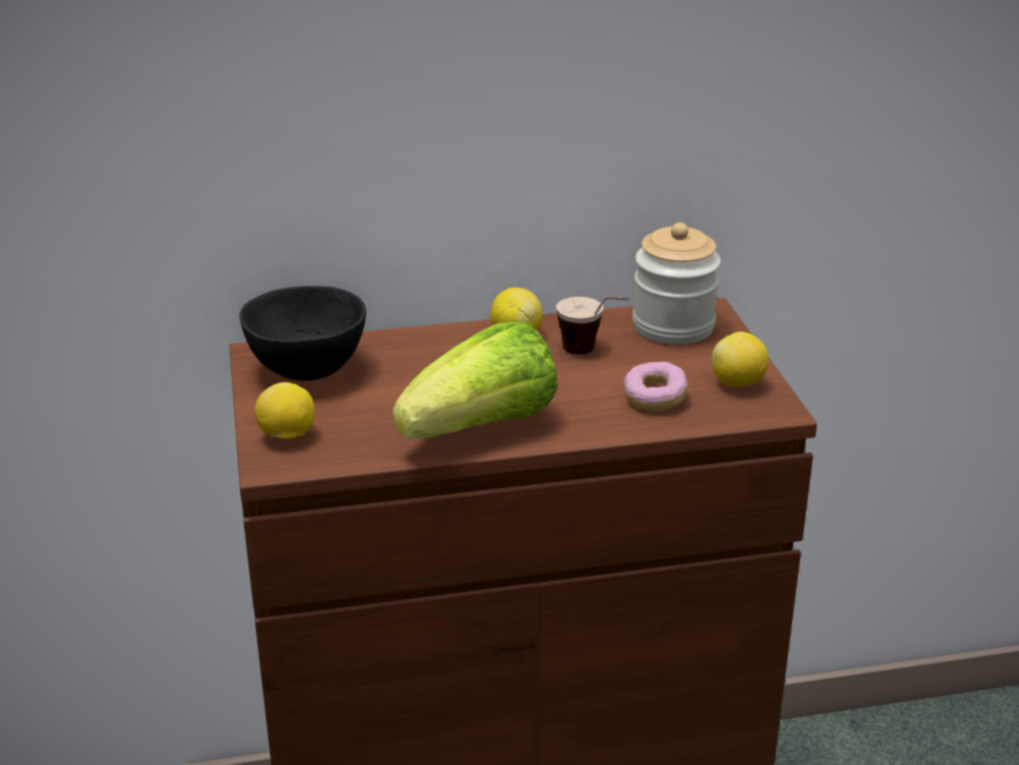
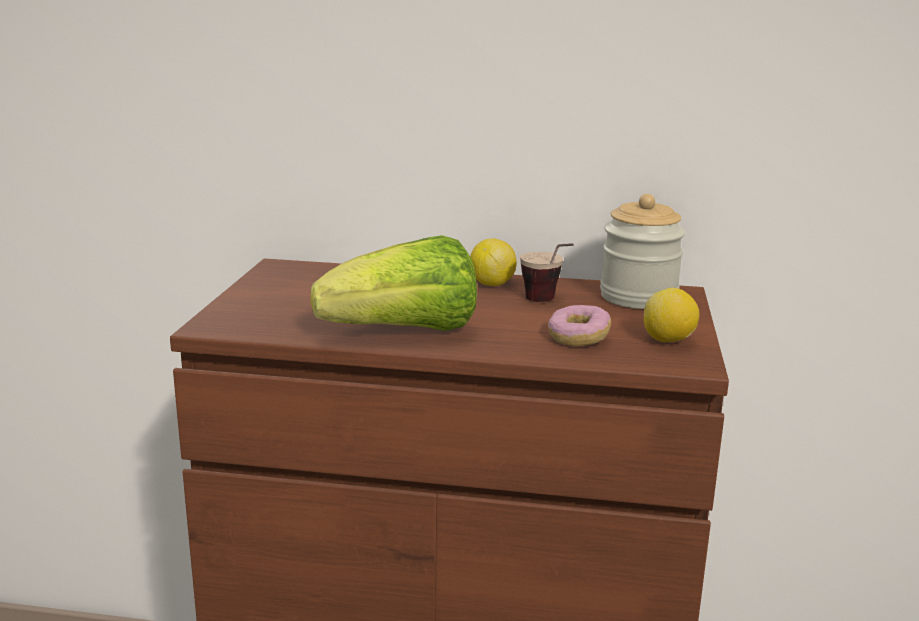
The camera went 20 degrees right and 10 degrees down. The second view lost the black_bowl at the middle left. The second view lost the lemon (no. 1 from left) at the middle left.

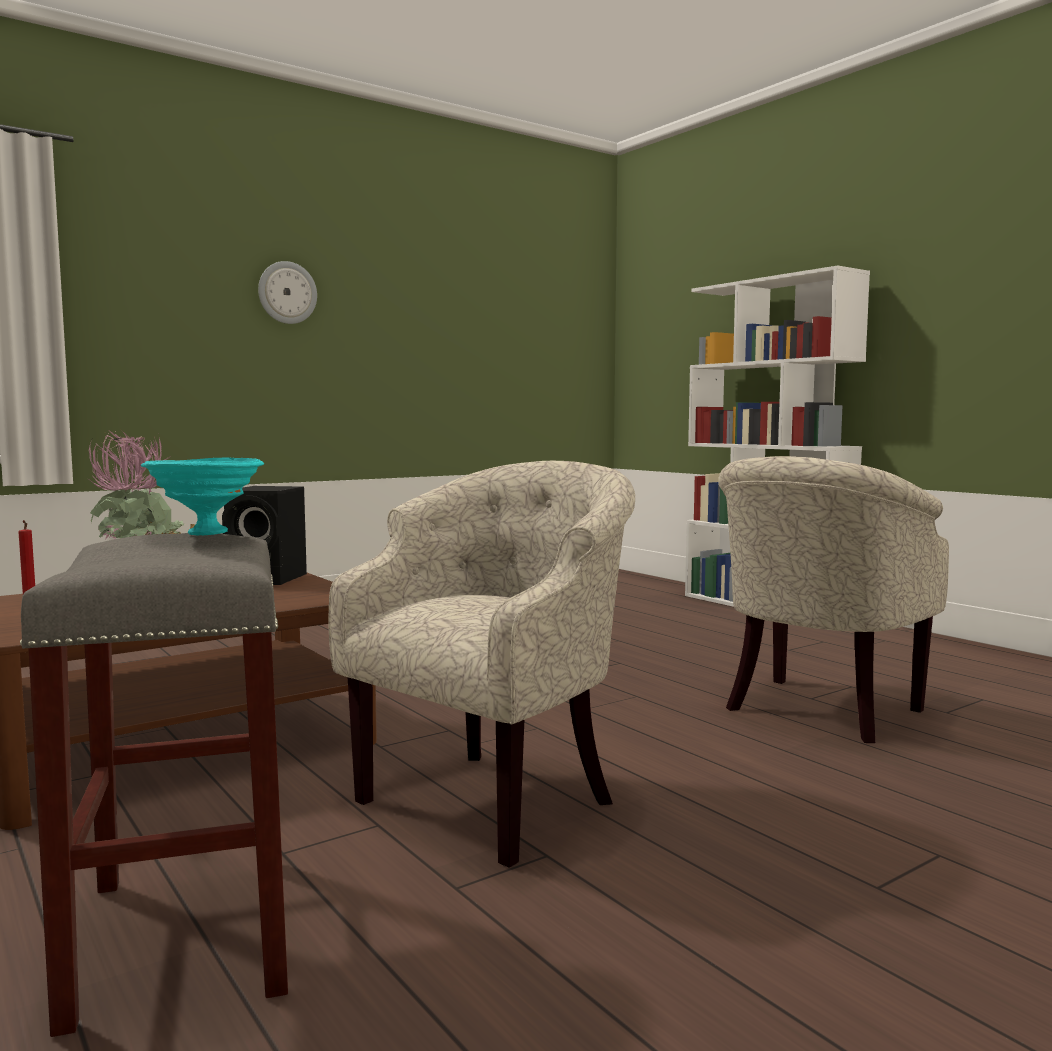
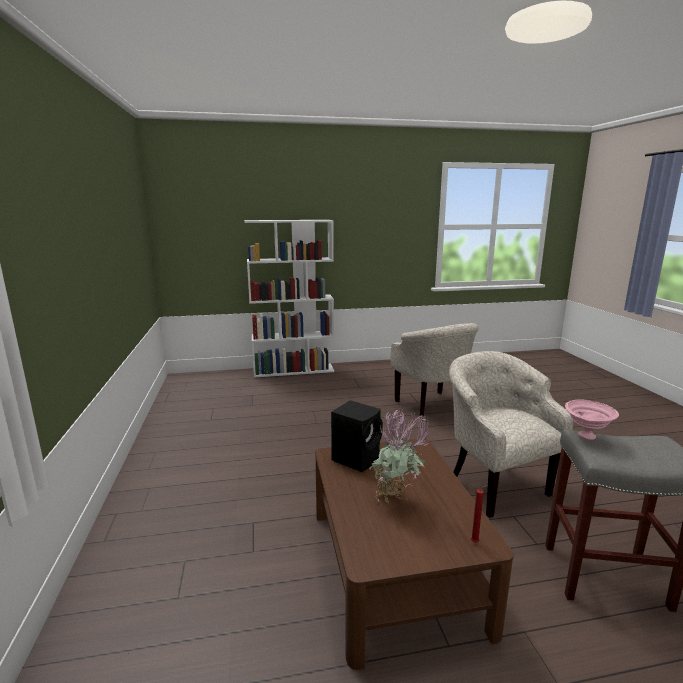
The camera went 65 degrees left and 10 degrees up. What was the turquoise_bowl at the middle left turned into the pink_bowl at the middle right. The second view lost the wall_clock at the top left.

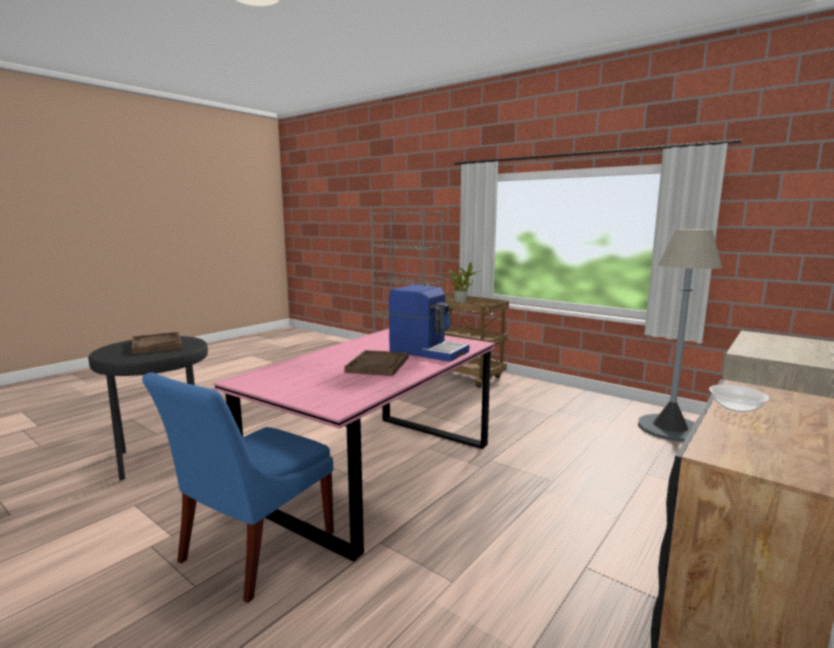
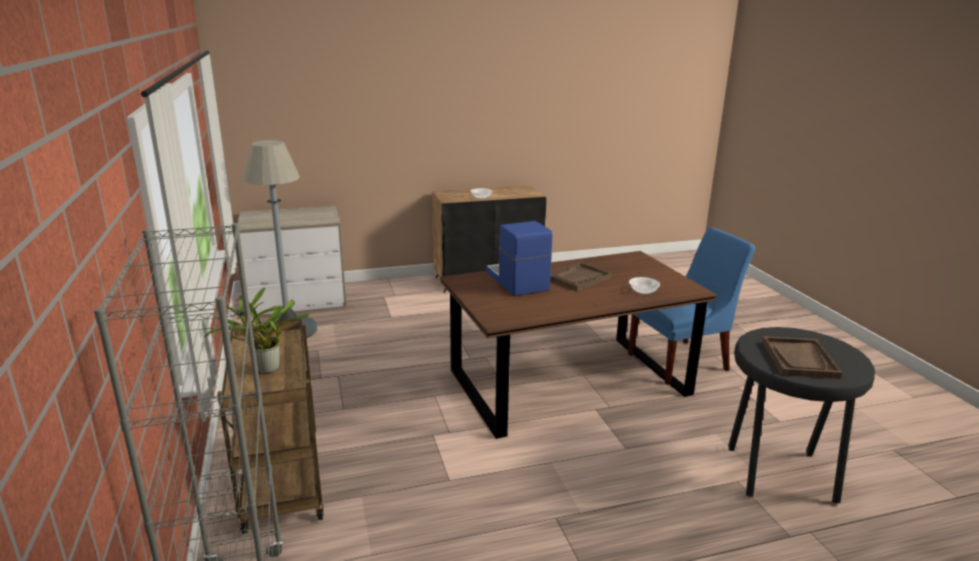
The camera went 145 degrees left and 10 degrees up. What was the pink_dining_table at the bottom centre turned into the brown_dining_table at the centre. The second view gained the bowl (no. 2 from left) at the centre.

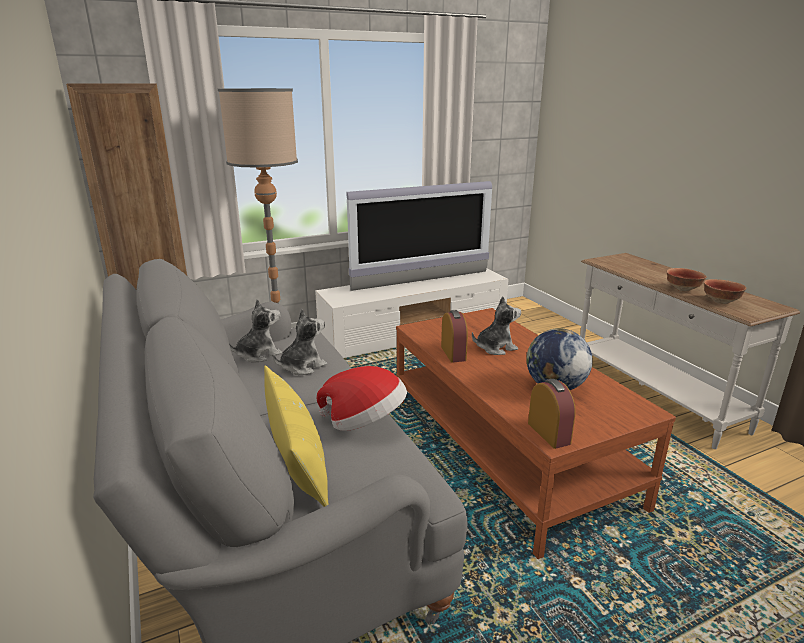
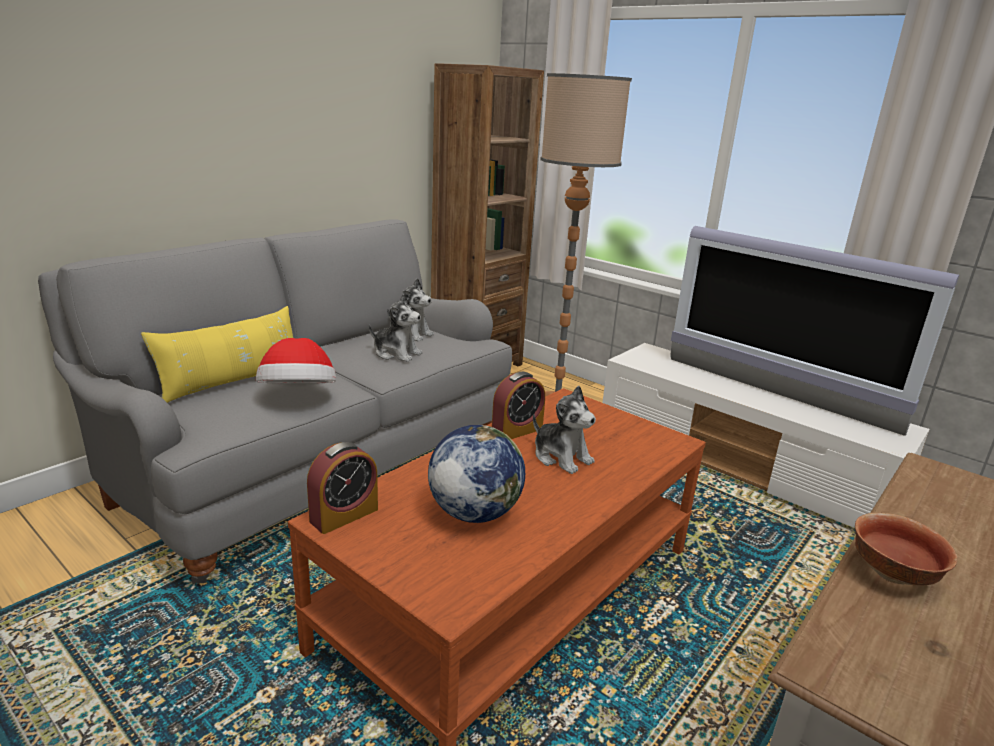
The camera went 65 degrees right and 0 degrees up. The second view lost the bowl (no. 2 from left) at the middle right.

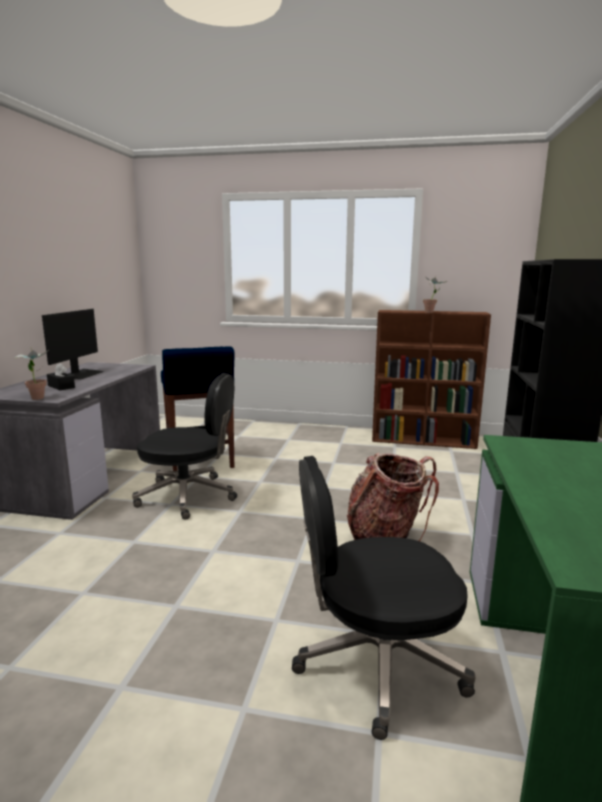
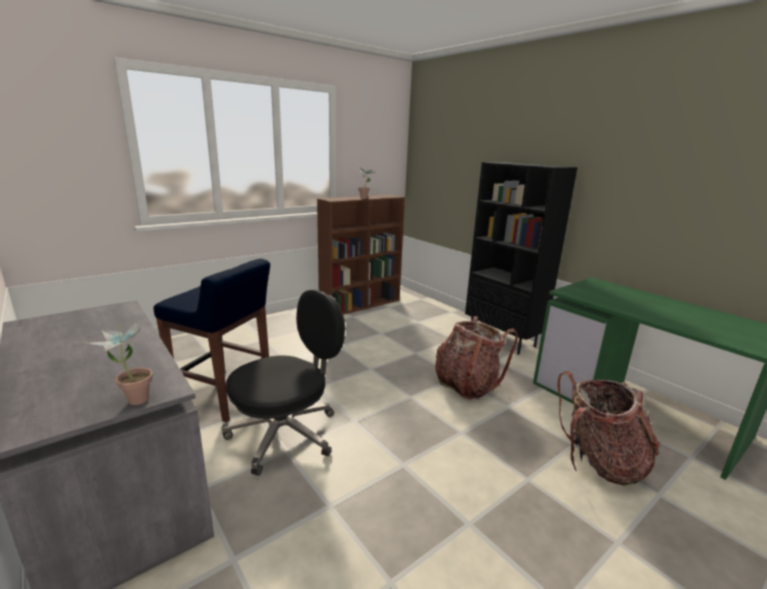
The camera went 50 degrees left and 5 degrees up. The second view lost the monitor at the middle left. The second view lost the black_tissue_box at the middle left. Where the black_office_chair (no. 2 from left) stood at the bottom centre, the backpack (no. 2 from left) came to stand at the bottom right.

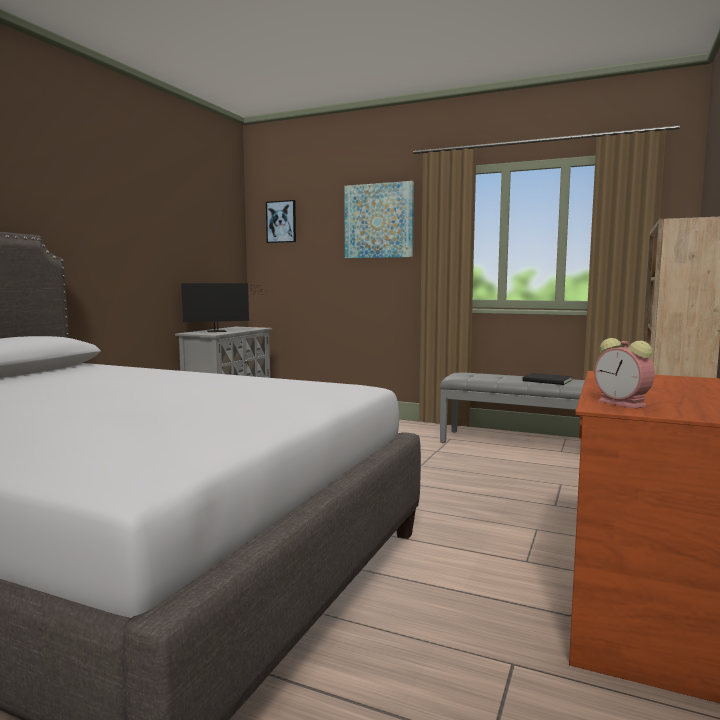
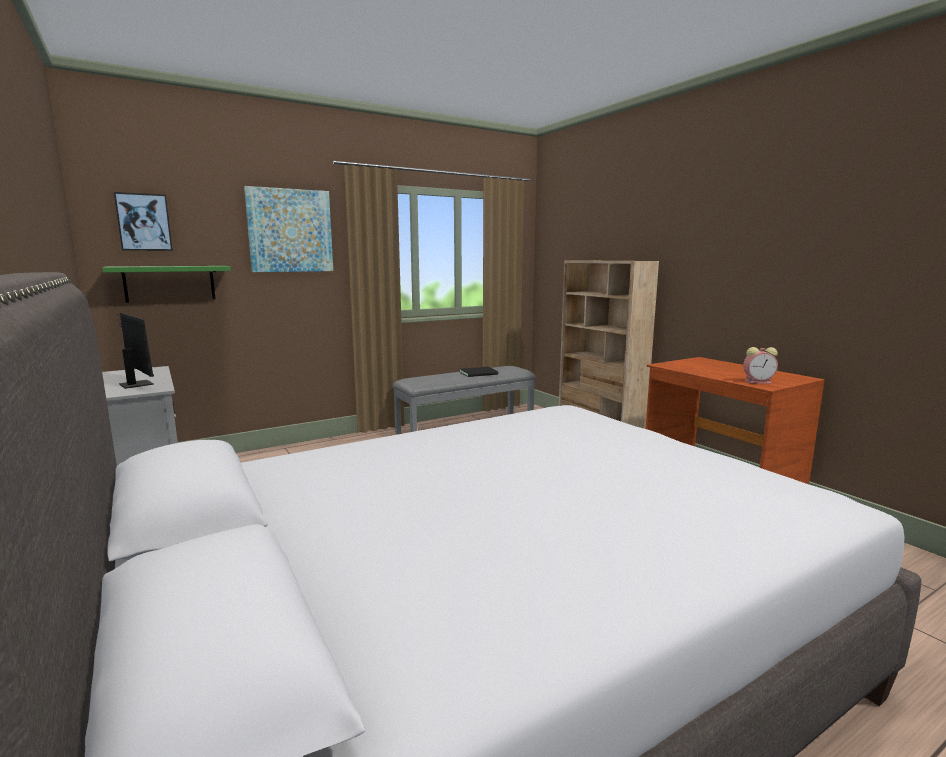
The camera went 55 degrees left and 5 degrees up. The monitor at the middle left ended up facing another way, 60 degrees counterclockwise from before. The second view gained the green_shelf at the middle left.

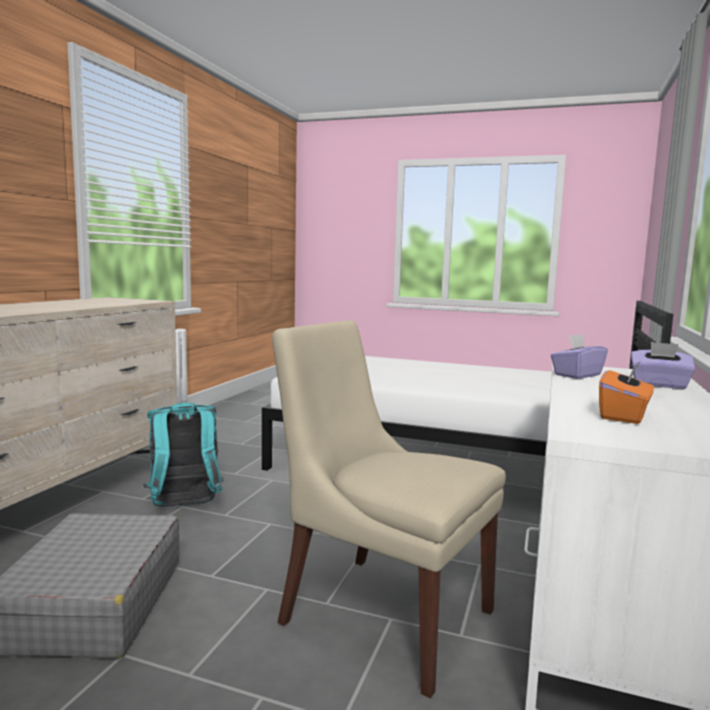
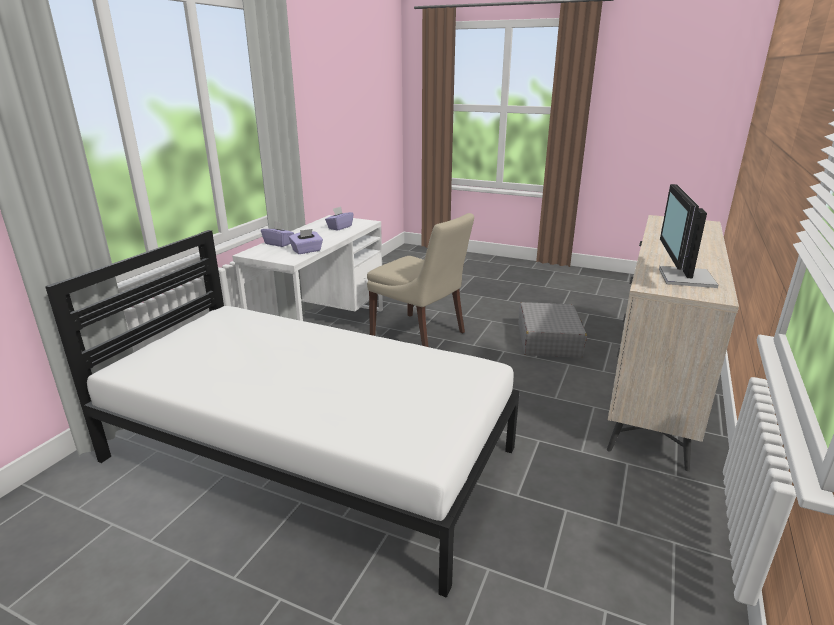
The camera went 175 degrees left and 15 degrees up. The second view lost the turquoise_backpack at the middle left. What was the orange_tissue_box at the middle right turned into the purple_tissue_box (no. 3 from left) at the centre. The second view gained the monitor at the middle right.

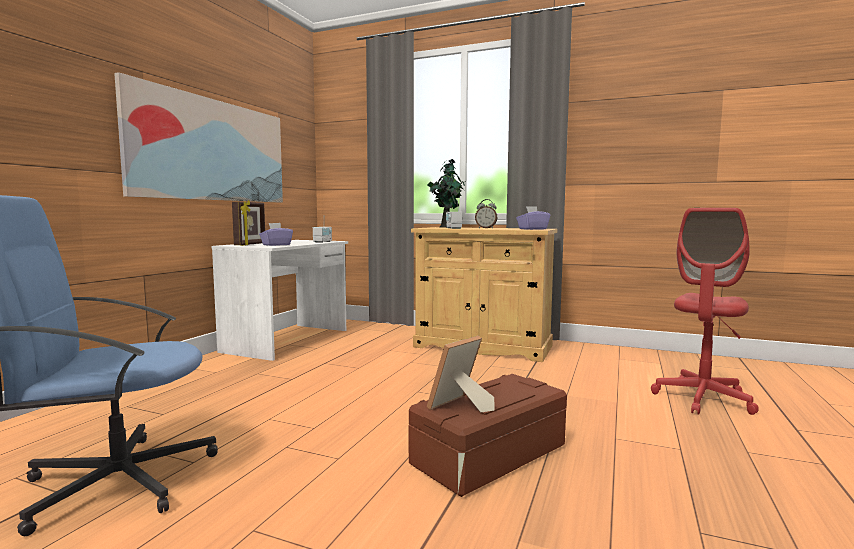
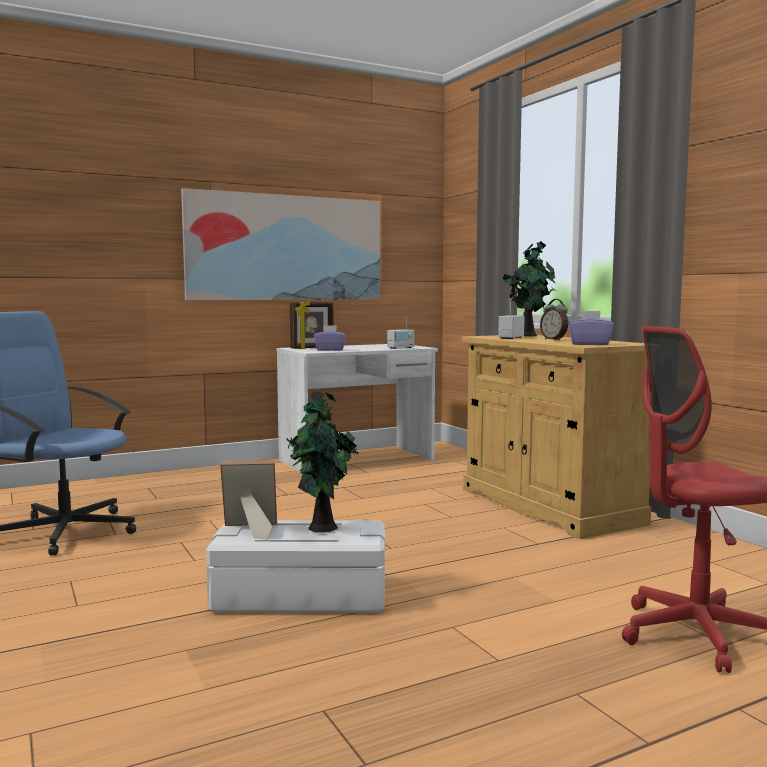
The camera went 40 degrees right and 0 degrees up. What was the brown_storage_box at the bottom centre turned into the white_storage_box at the bottom centre. The second view gained the potted_plant (no. 1 from left) at the centre.

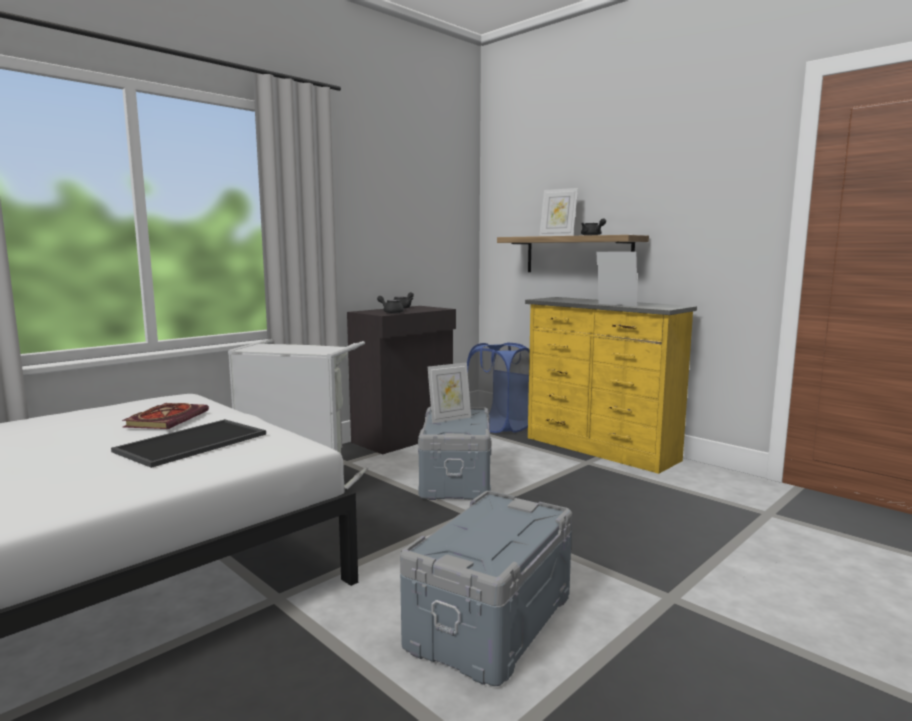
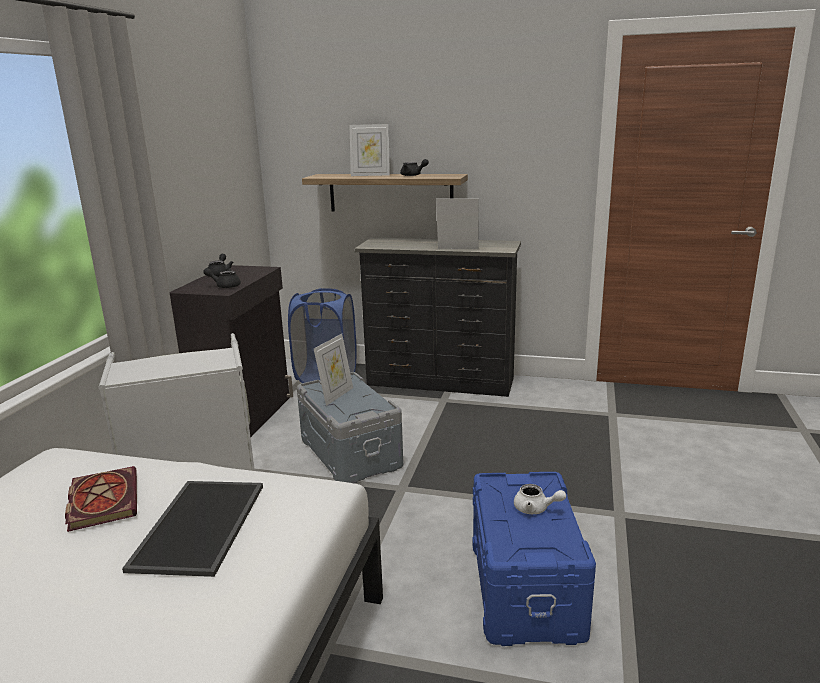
The camera went 30 degrees left and 10 degrees up. What was the grey_storage_box (no. 2 from left) at the bottom centre turned into the blue_storage_box at the bottom centre. What was the yellow_dresser at the middle right turned into the black_dresser at the centre. The second view gained the white_teapot at the bottom centre.

